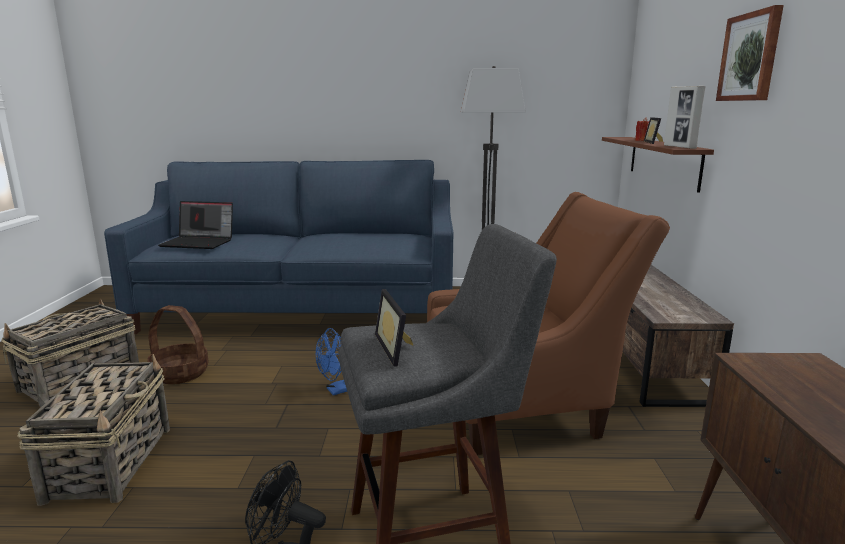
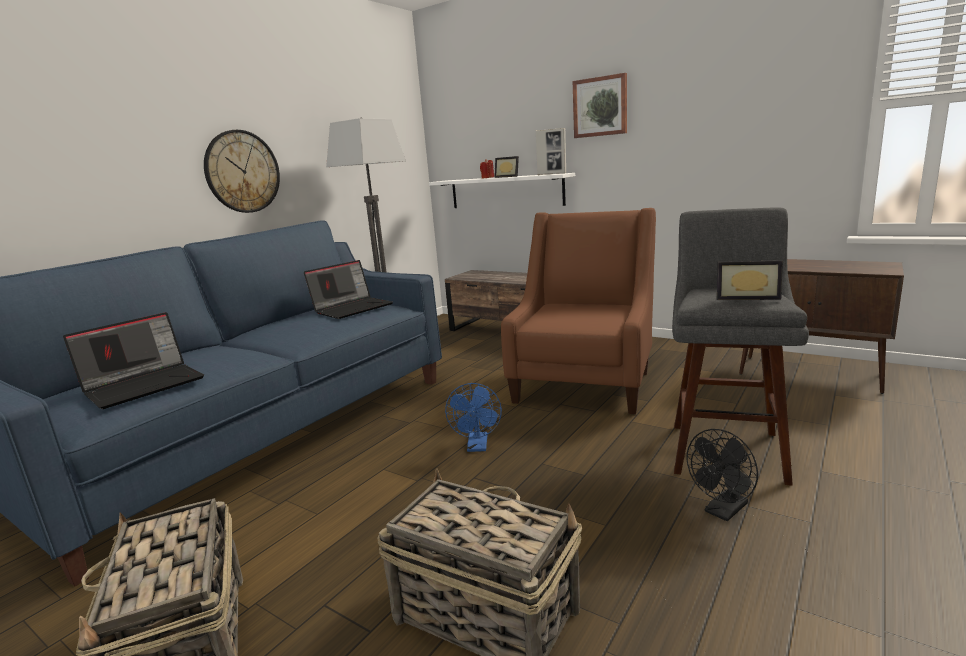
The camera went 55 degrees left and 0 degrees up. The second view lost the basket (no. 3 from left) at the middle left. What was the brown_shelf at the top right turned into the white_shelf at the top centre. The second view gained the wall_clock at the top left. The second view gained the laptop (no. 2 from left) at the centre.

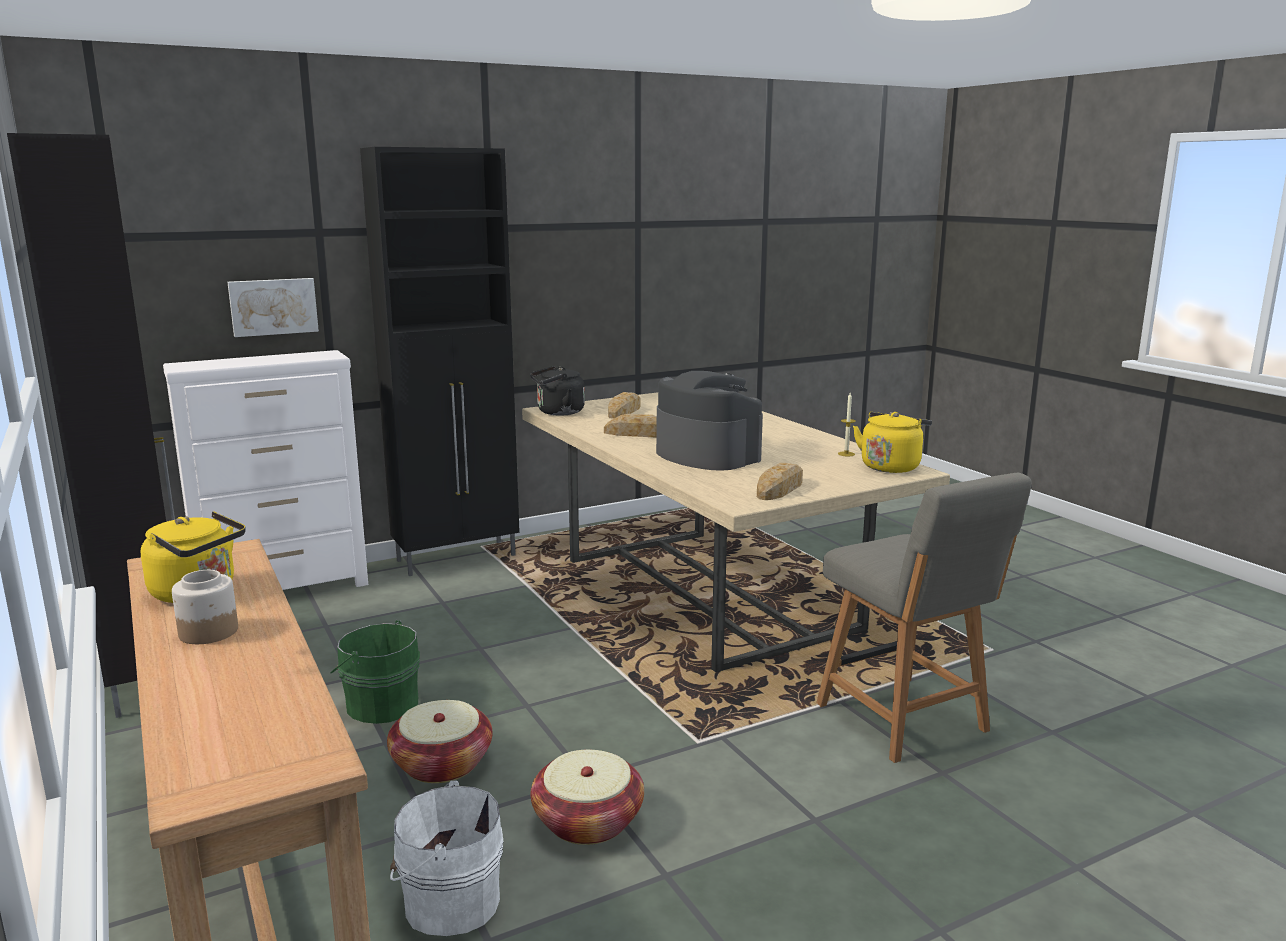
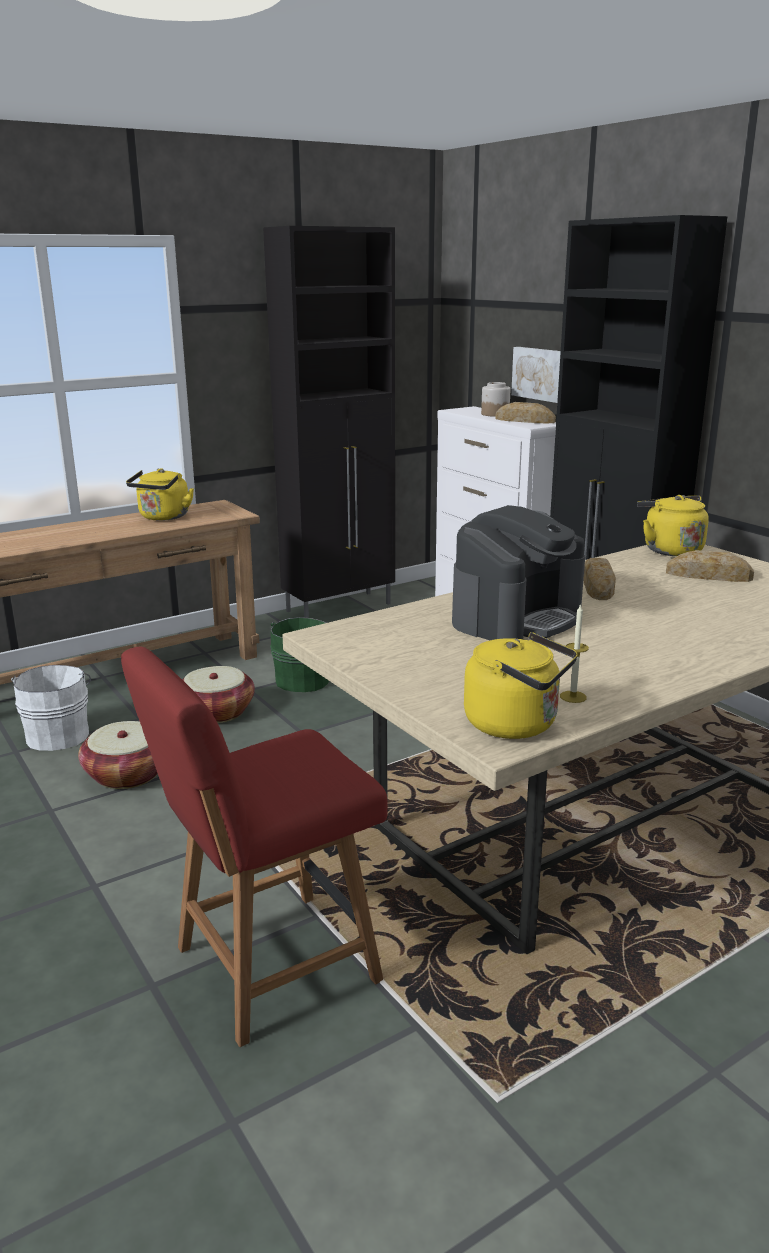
The camera went 85 degrees right and 5 degrees up. The jar ended up elsewhere, having gone from the middle left to the top centre. What was the black_kettle at the centre turned into the yellow_kettle (no. 3 from left) at the middle right. The bread (no. 3 from left in the first image) ended up elsewhere, having gone from the centre to the top right. What was the grey_chair at the middle right turned into the red_chair at the bottom left.

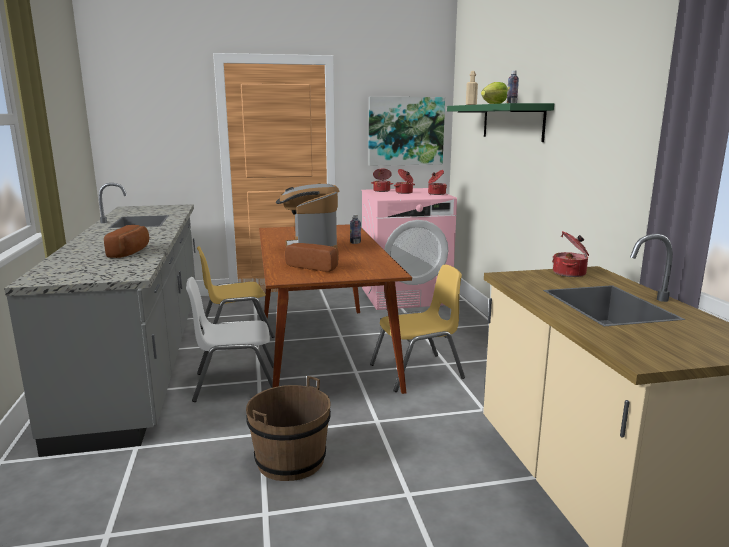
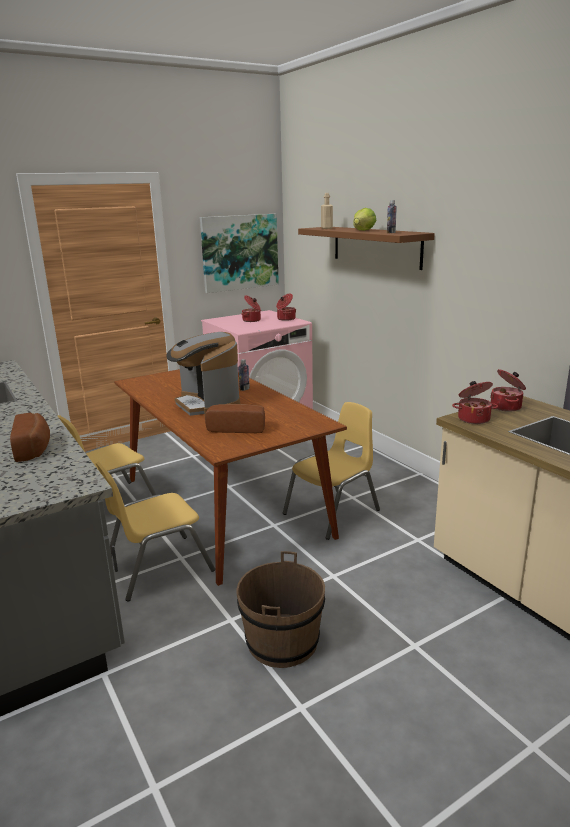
The camera went 20 degrees left and 5 degrees up. What was the white_chair at the middle left turned into the yellow_chair (no. 2 from left) at the middle left. The cooking_pot (no. 1 from left in the first image) ended up elsewhere, having gone from the top centre to the middle right. What was the green_shelf at the top right turned into the brown_shelf at the top centre.

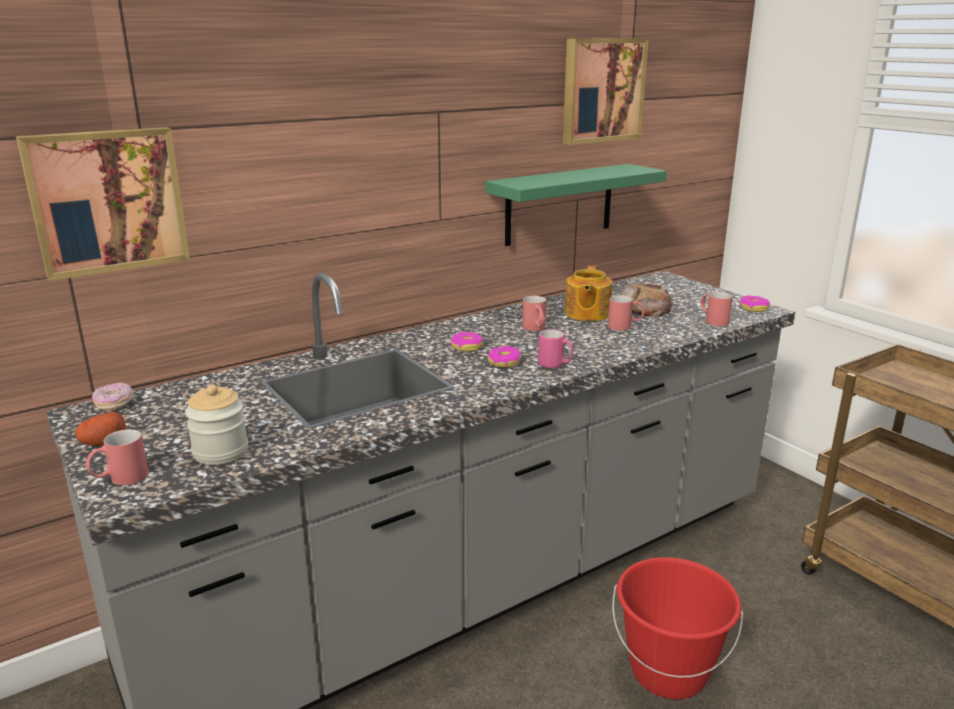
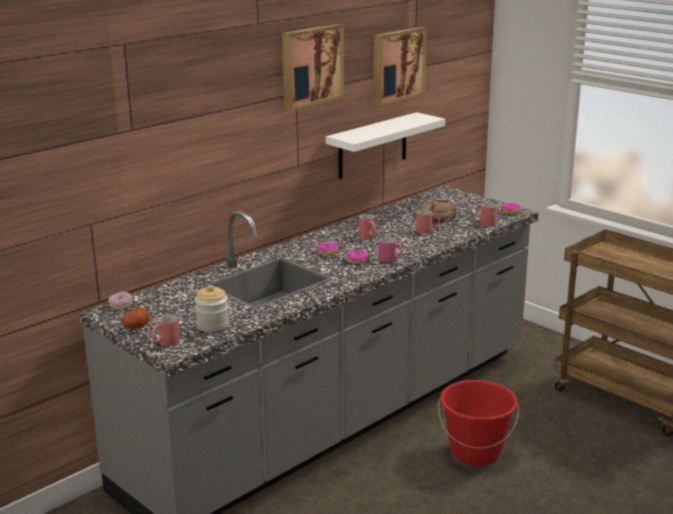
The camera went 10 degrees left and 0 degrees up. The picture (no. 1 from left) ended up elsewhere, having gone from the top left to the top centre. What was the green_shelf at the top centre turned into the white_shelf at the top centre. The second view lost the teapot at the centre.

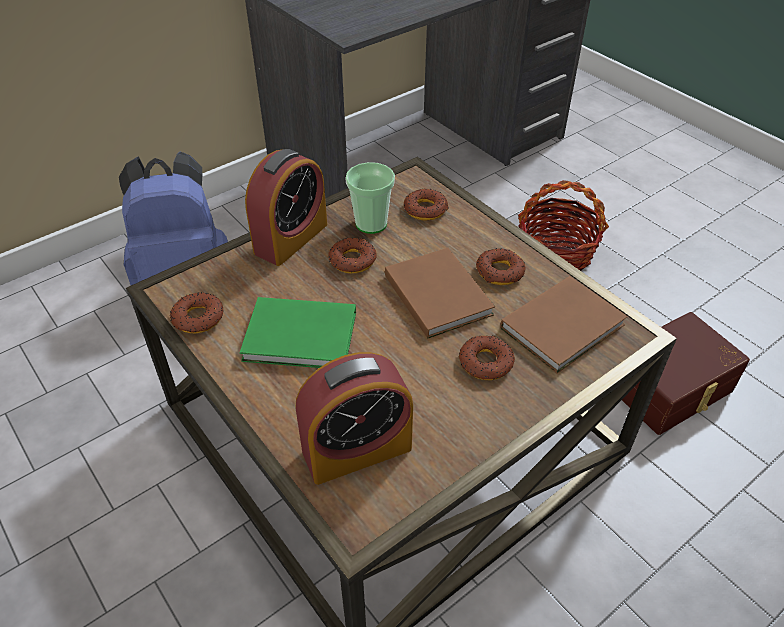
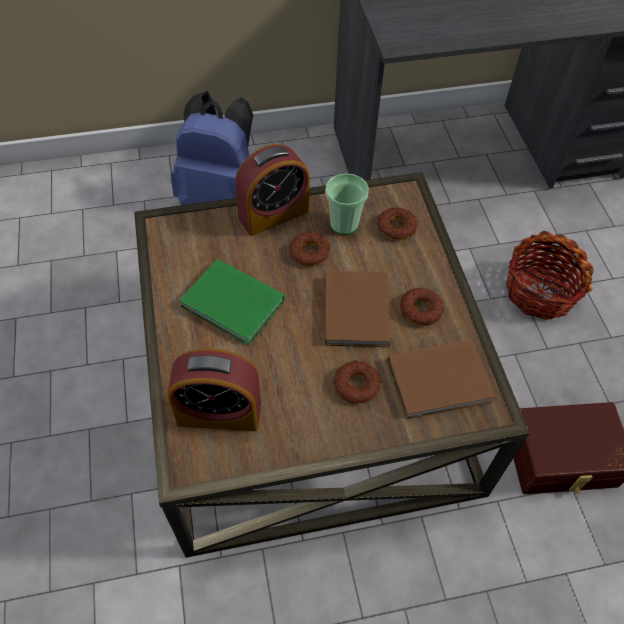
The camera went 25 degrees right and 10 degrees up. The second view lost the donut (no. 1 from left) at the middle left.

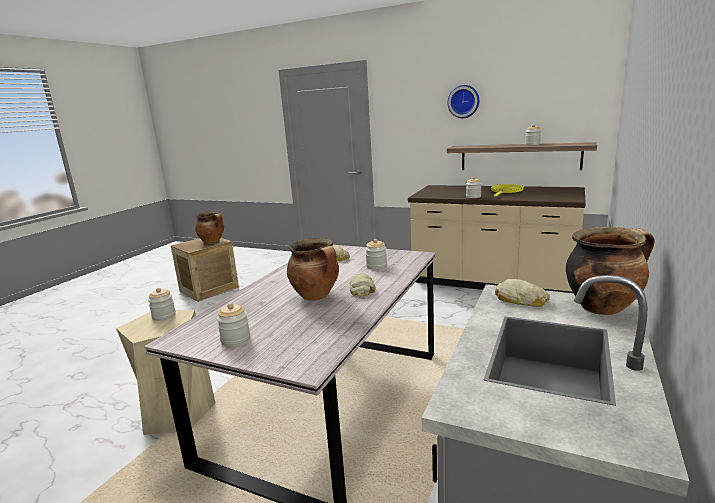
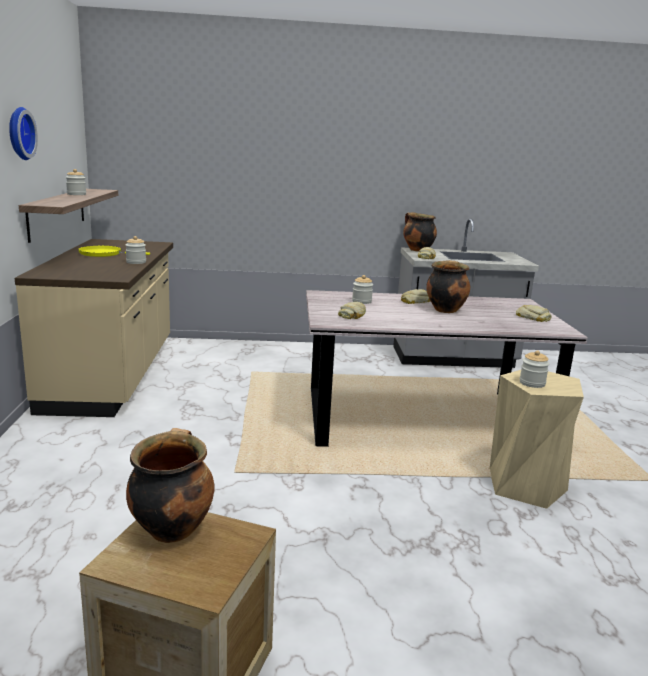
The camera went 120 degrees left and 0 degrees up. Where the jar (no. 2 from left) stood at the middle left, the bread (no. 4 from left) came to stand at the middle right.

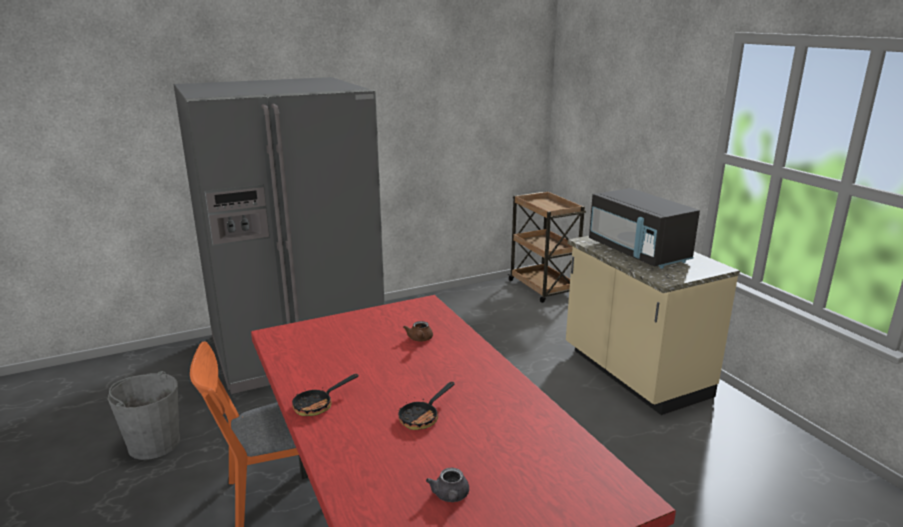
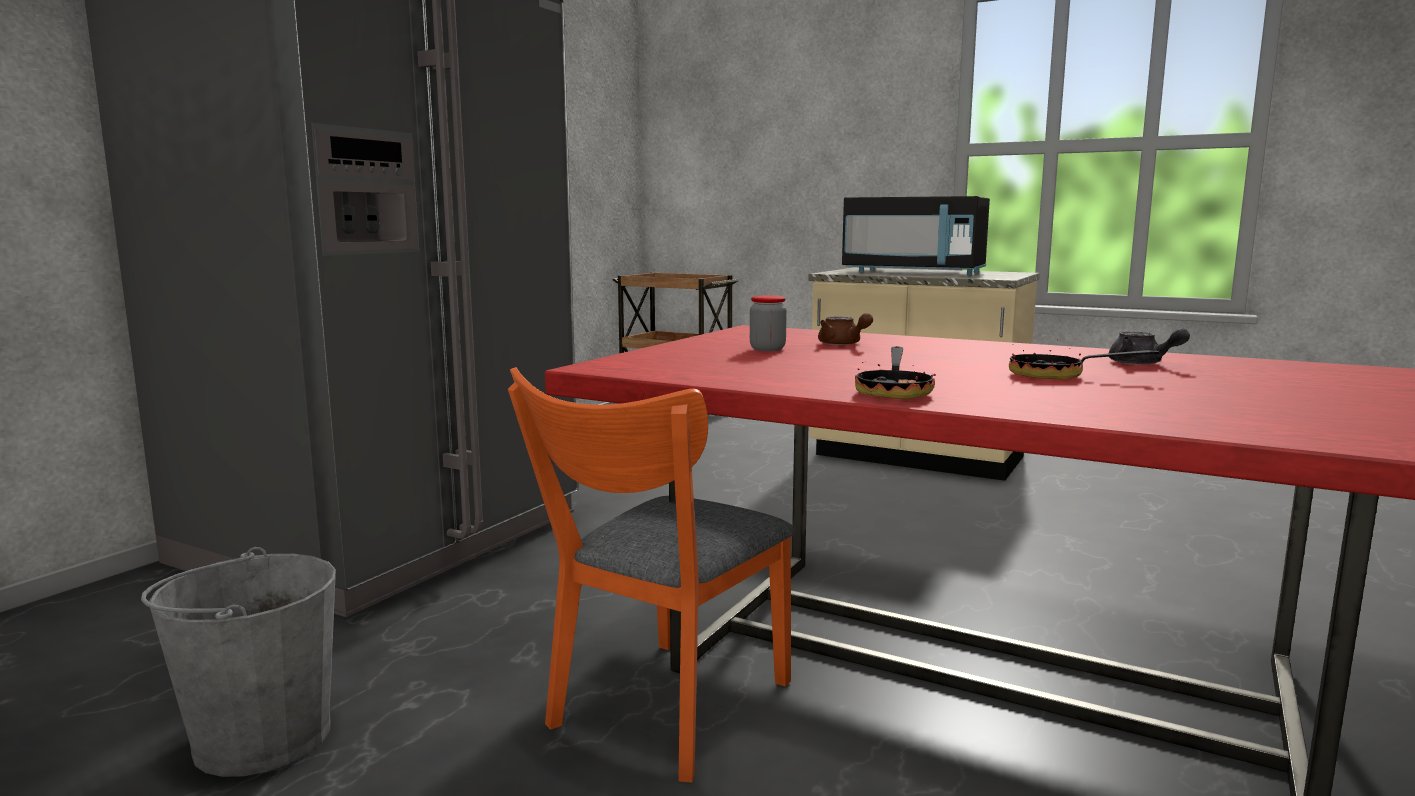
The camera went 35 degrees left and 10 degrees down. The frying_pan (no. 2 from left) at the bottom centre ended up facing another way, 105 degrees clockwise from before. The grey_teapot ended up elsewhere, having gone from the bottom centre to the middle right. The second view gained the jar at the centre.

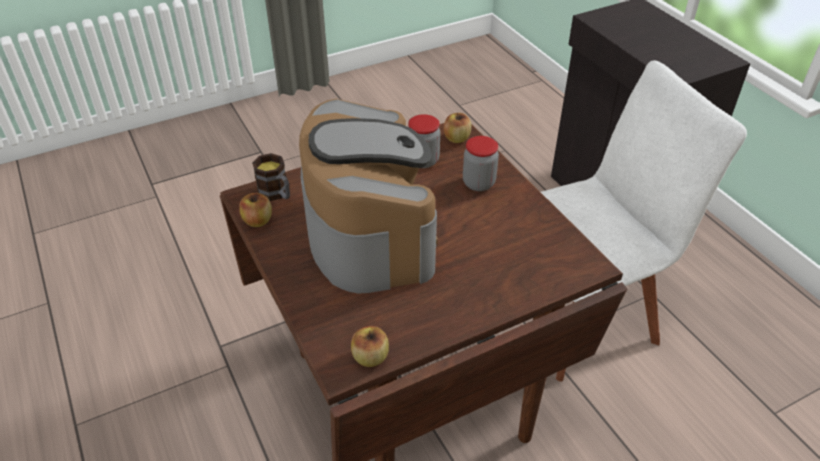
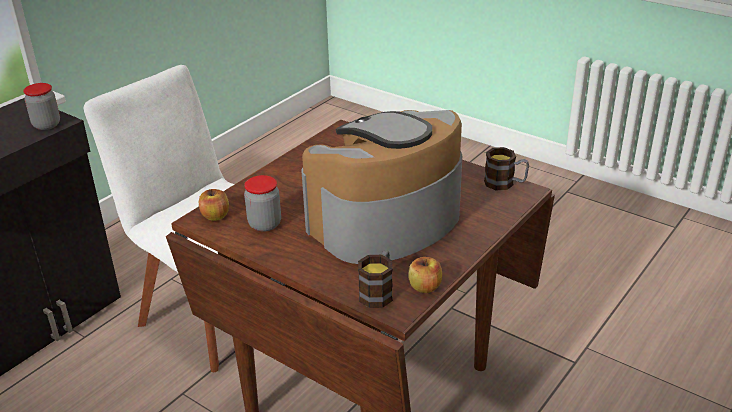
The camera went 115 degrees left and 10 degrees down. Where the apple (no. 2 from left) stood at the bottom centre, the mug (no. 2 from left) came to stand at the middle right. The jar (no. 2 from left in the first image) ended up elsewhere, having gone from the centre to the top left.

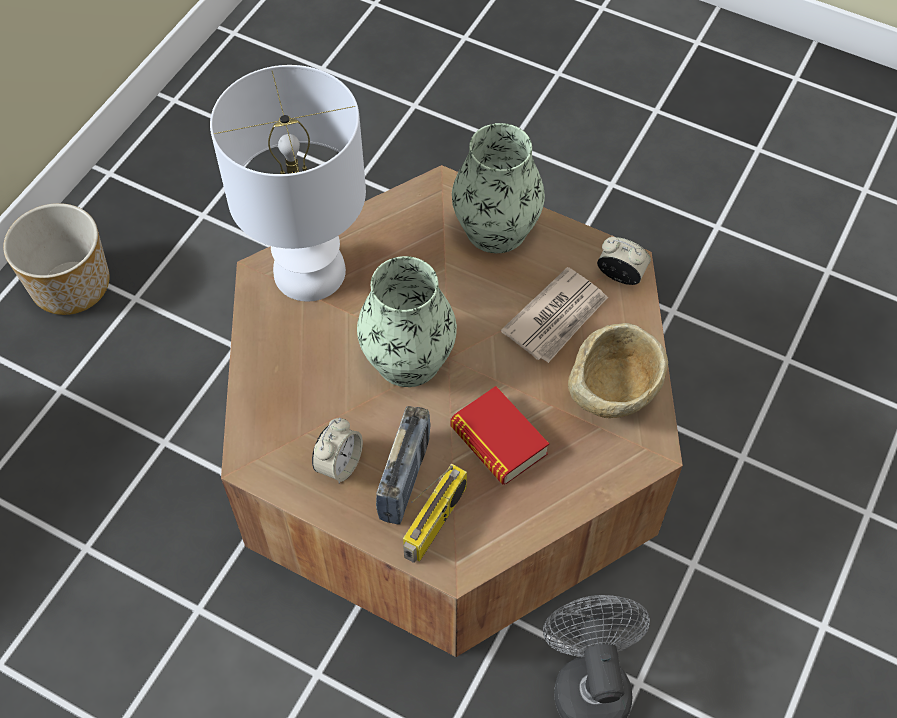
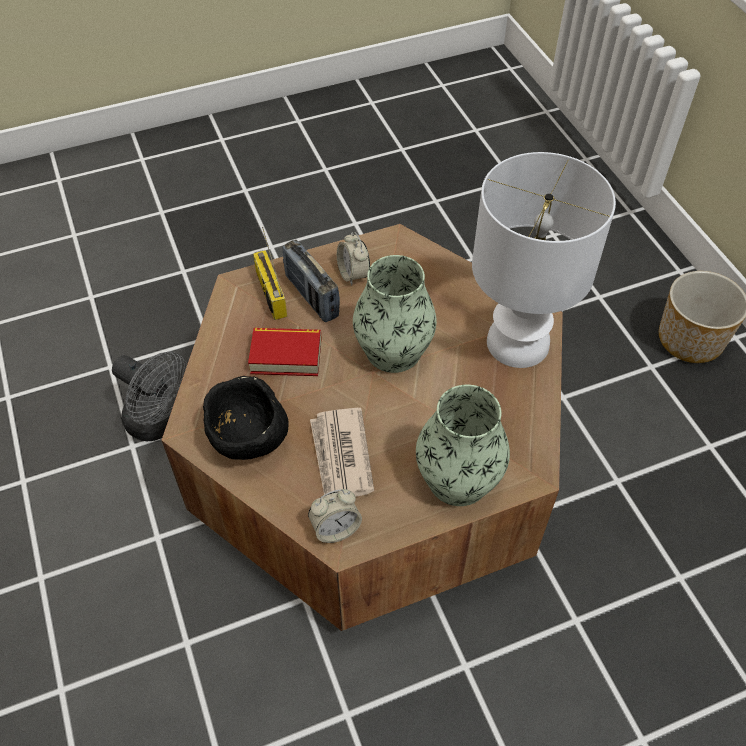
The camera went 130 degrees right and 5 degrees down. What was the beige_bowl at the middle right turned into the black_bowl at the middle left.

